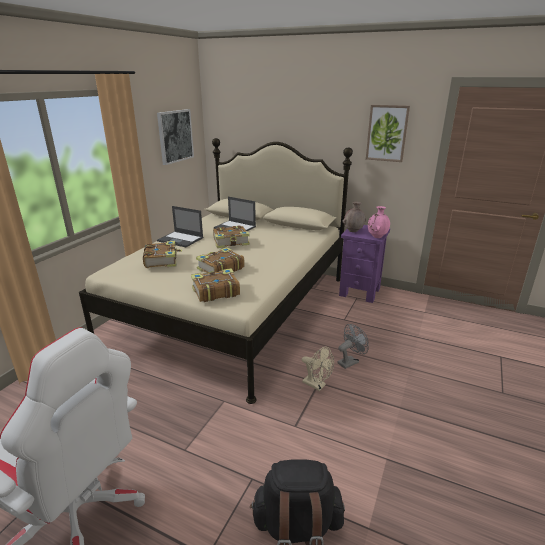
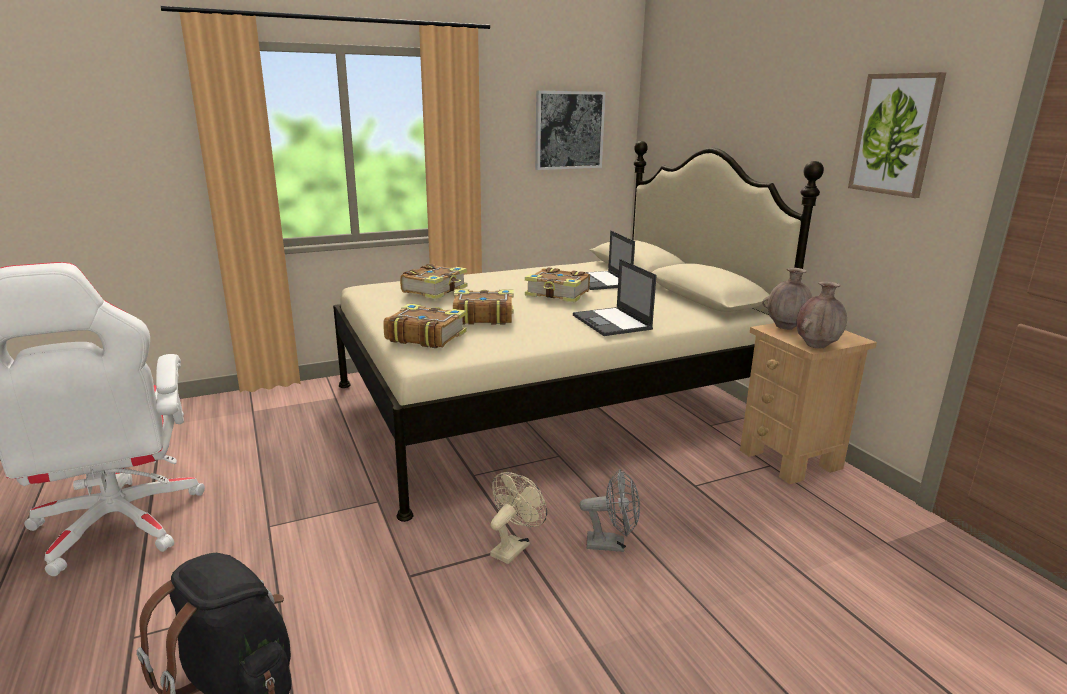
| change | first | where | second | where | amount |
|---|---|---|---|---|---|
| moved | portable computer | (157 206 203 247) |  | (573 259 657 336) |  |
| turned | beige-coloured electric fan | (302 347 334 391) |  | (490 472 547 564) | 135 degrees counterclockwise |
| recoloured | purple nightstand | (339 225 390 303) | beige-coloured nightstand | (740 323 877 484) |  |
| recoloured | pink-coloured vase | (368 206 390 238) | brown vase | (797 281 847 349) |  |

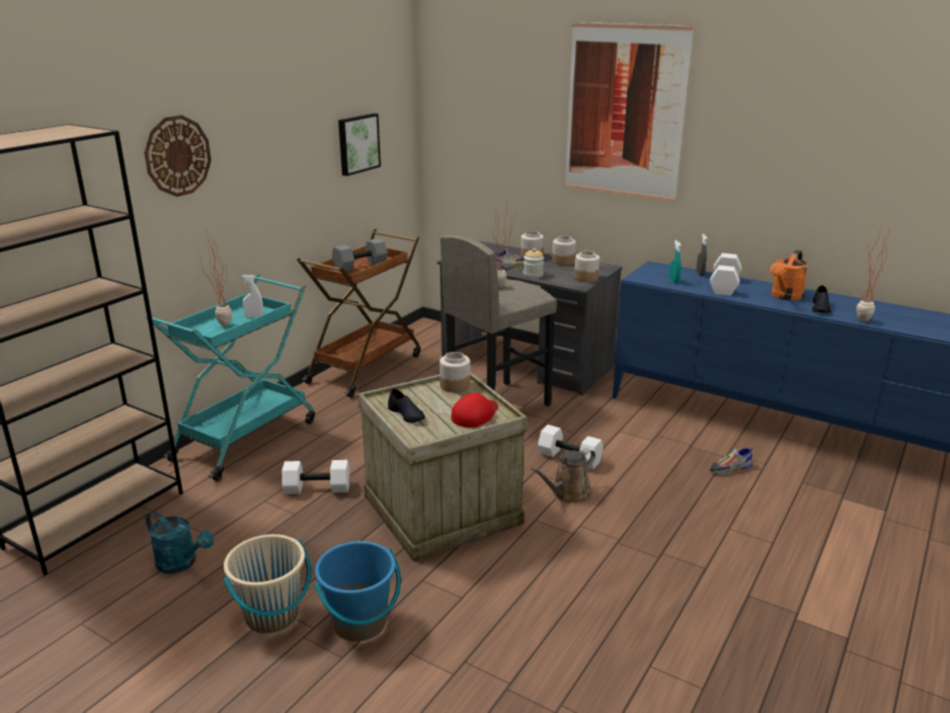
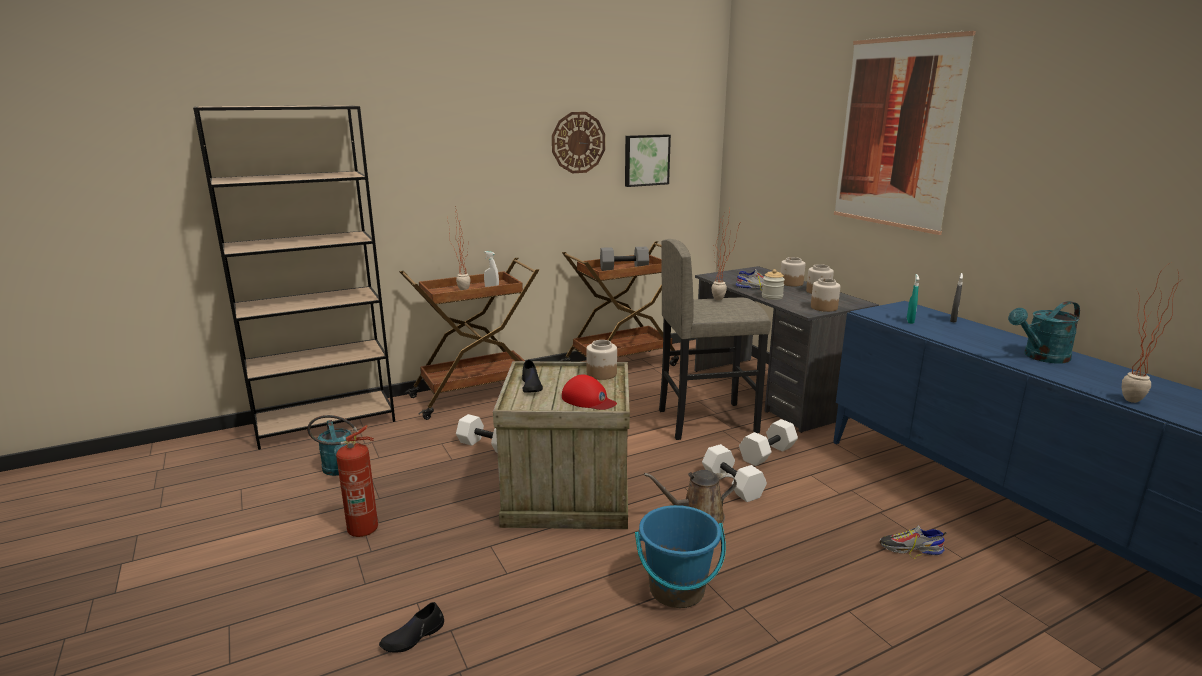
| change | first | where | second | where | amount |
|---|---|---|---|---|---|
| moved | hanging clock | (144 115 211 197) |  | (552 112 605 173) |  |
| recoloured | turquoise cart | (146 274 315 481) | brown cart | (399 258 540 420) |  |
| replaced | beige-coloured pail | (224 534 311 633) | fire-fighting cylinder | (307 415 378 537) |  |
| moved | blue-coloured pail | (314 541 401 641) |  | (635 505 726 608) |  |
| turned | red baseball cap | (451 393 498 428) |  | (562 374 617 410) | 60 degrees clockwise |
| moved | whitish dumbbell | (710 253 742 296) |  | (739 419 798 466) |  |
| recoloured | orangey watering pot | (770 250 808 300) | turquoise watering pot | (1008 301 1080 363) |  |
| moved | blackish low shoe | (812 285 831 313) |  | (379 602 444 652) |  |

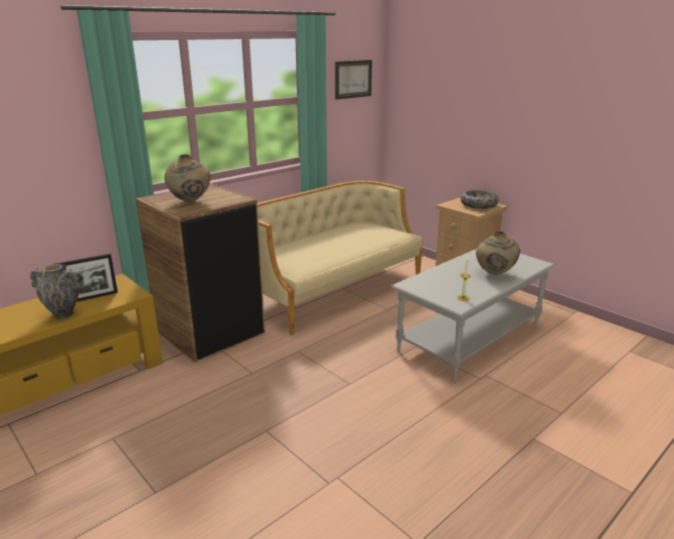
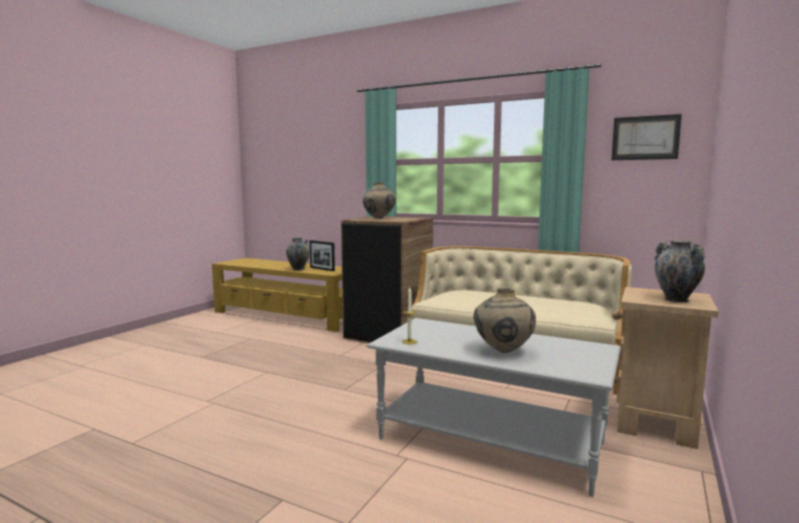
| change | first | where | second | where | amount |
|---|---|---|---|---|---|
| replaced | deep dish | (461 190 499 209) | vase | (655 240 705 302) |  |

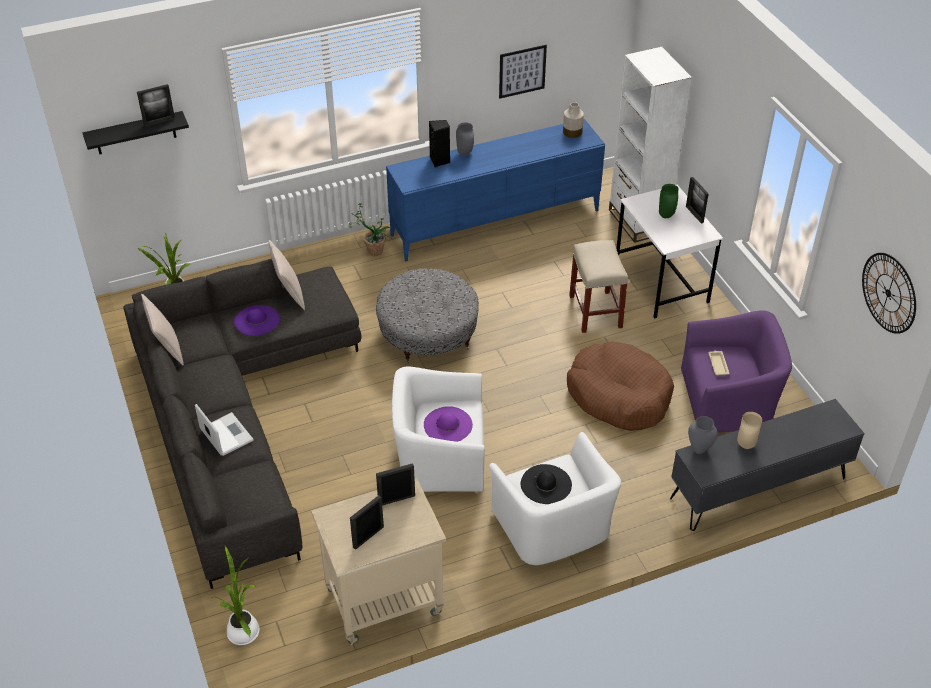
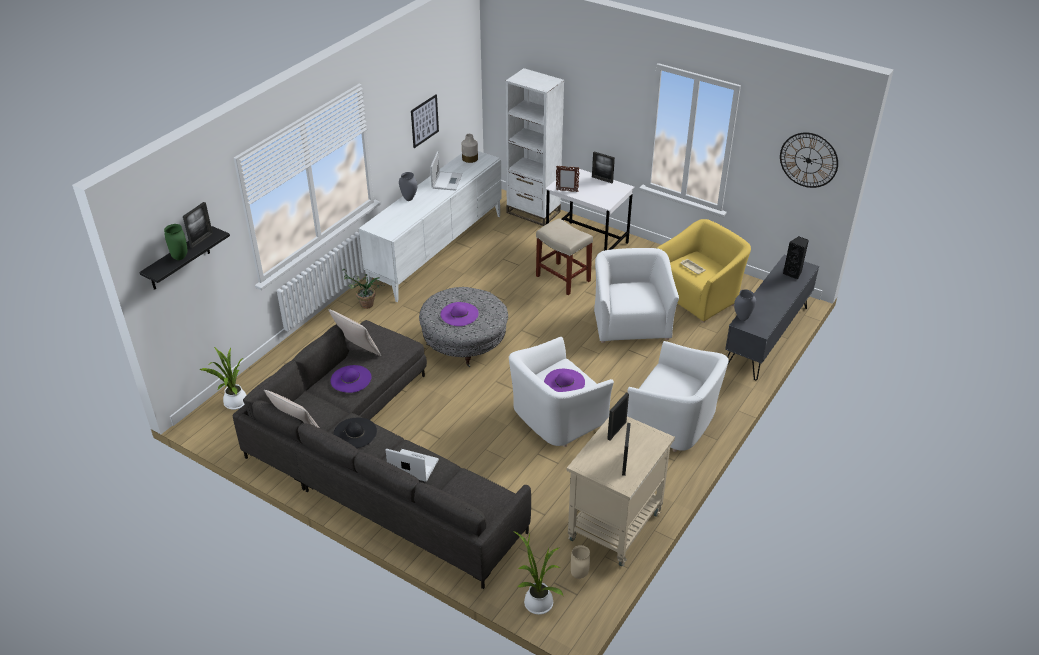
| change | first | where | second | where | amount |
|---|---|---|---|---|---|
| recoloured | blue-coloured storage cabinet | (386 119 605 262) | whitish storage cabinet | (359 151 502 302) |  |
| moved | blackish loudspeaker | (429 120 450 167) |  | (783 236 809 280) |  |
| moved | blackish wearable hat | (521 464 572 504) |  | (333 417 377 448) |  |
| replaced | brown dog cushion | (567 341 674 431) | whitish easy chair | (594 248 679 343) |  |
| moved | greenish vase | (659 184 679 218) |  | (164 224 187 260) |  |
| recoloured | purple easy chair | (681 310 792 433) | yellow easy chair | (657 219 751 323) |  |
| moved | beige-coloured vase | (737 412 762 449) |  | (571 545 590 579) |  |
| added |  |  | portable computer | (430 151 462 191) |  |
| added |  |  | purple wearable hat | (440 302 479 326) |  |
| added |  |  | photo frame | (556 165 580 192) |  |

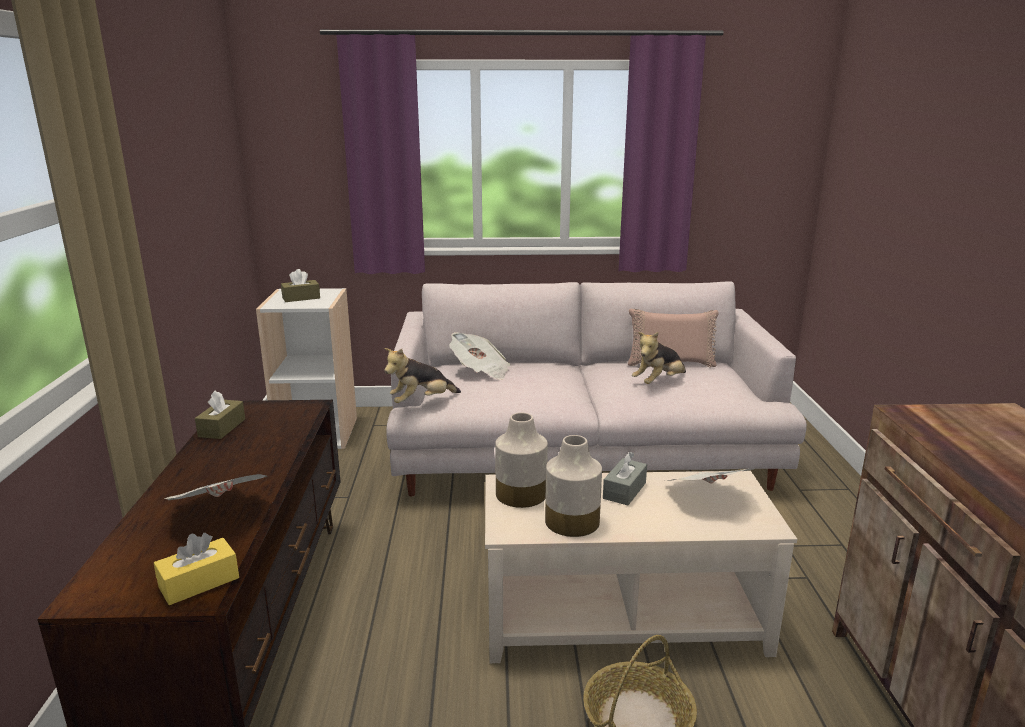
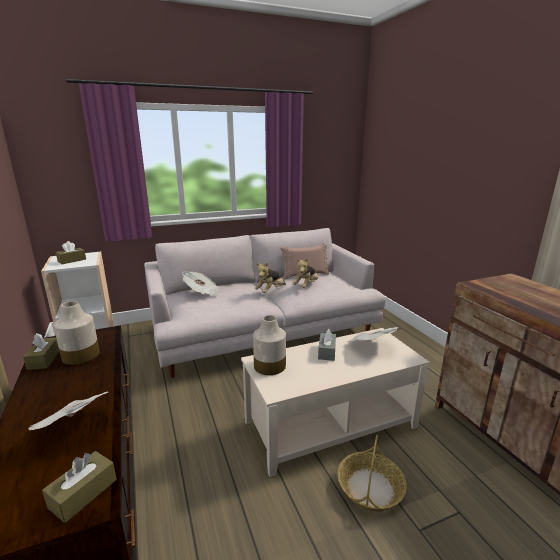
| change | first | where | second | where | amount |
|---|---|---|---|---|---|
| recoloured | yellow box of tissues | (154 533 239 605) | brown box of tissues | (42 451 117 523) |  |
| moved | plush toy | (384 348 461 403) |  | (255 262 286 293) |  |
| moved | beige-coloured vase | (545 435 602 537) |  | (53 301 100 365) |  |

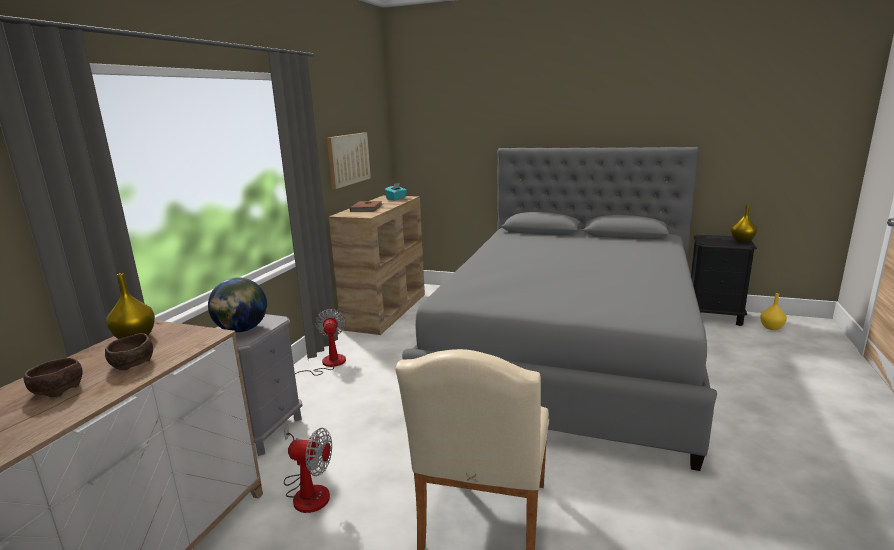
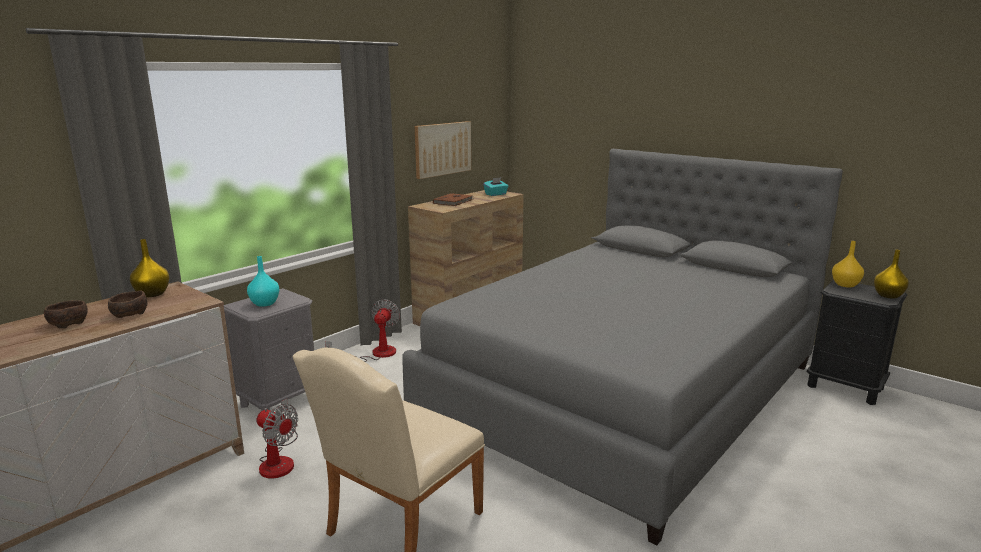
| change | first | where | second | where | amount |
|---|---|---|---|---|---|
| replaced | globe | (208 277 267 332) | turquoise vase | (247 256 279 307) |  |
| moved | yellow vase | (760 293 787 330) |  | (832 241 864 287) |  |

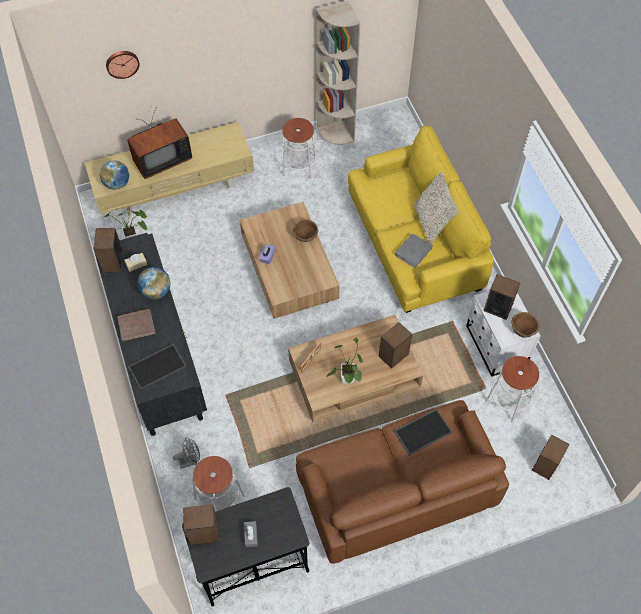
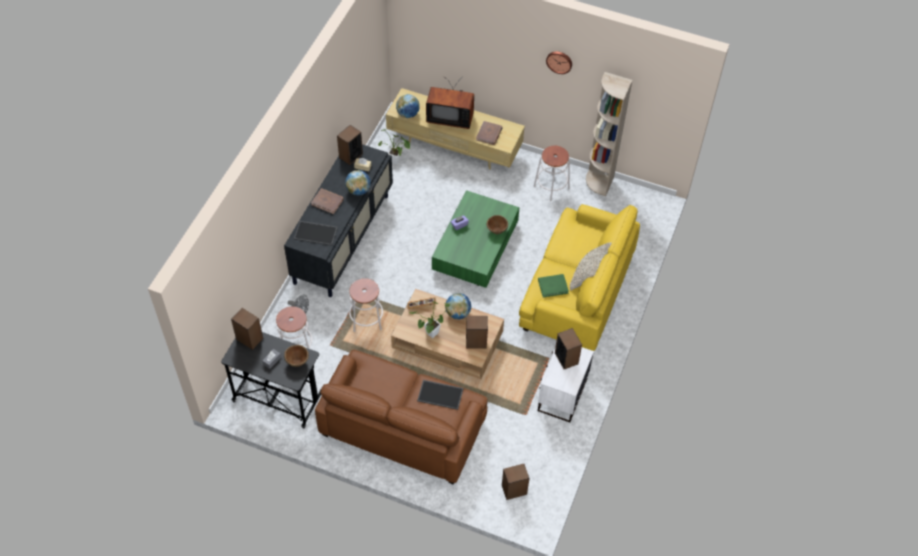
| change | first | where | second | where | amount |
|---|---|---|---|---|---|
| moved | hanging clock | (106 51 140 79) |  | (546 51 572 74) |  |
| recoloured | brown lounge table | (240 202 340 319) | greenish lounge table | (432 190 520 288) |  |
| recoloured | gray bound book | (395 234 433 268) | greenish bound book | (538 274 569 298) |  |
| moved | whitish stool seat | (485 356 539 422) |  | (349 278 383 332) |  |
| moved | brown deep dish | (511 312 540 338) |  | (284 345 309 367) |  |
| added |  |  | globe | (445 293 471 319) |  |
| added |  |  | brown bound book | (476 121 503 145) |  |

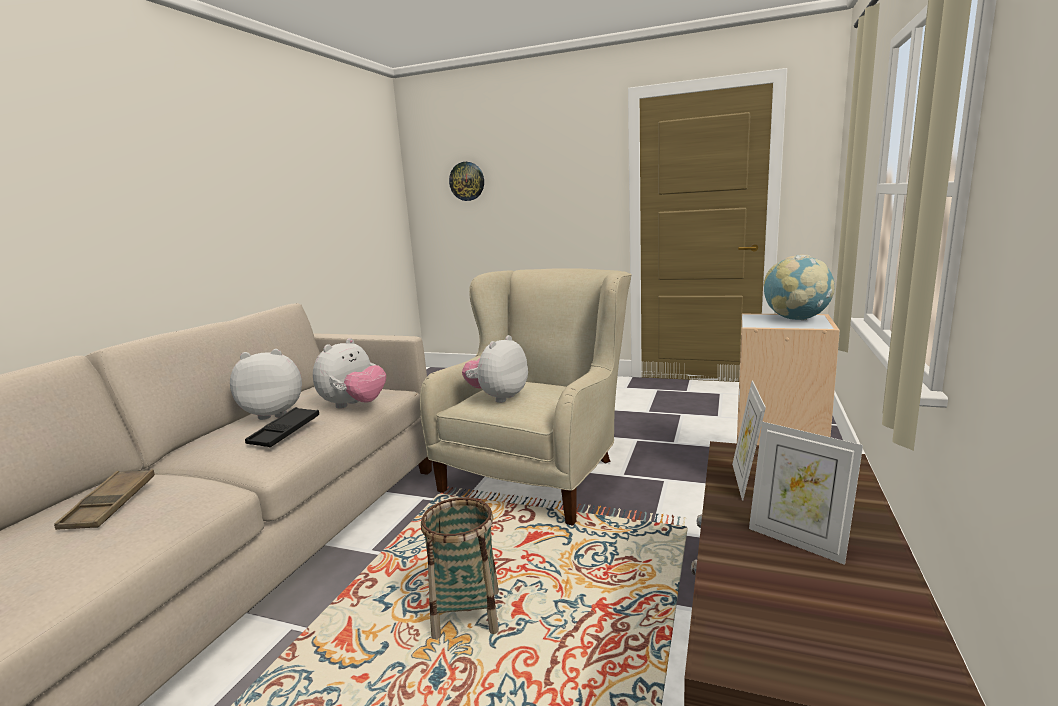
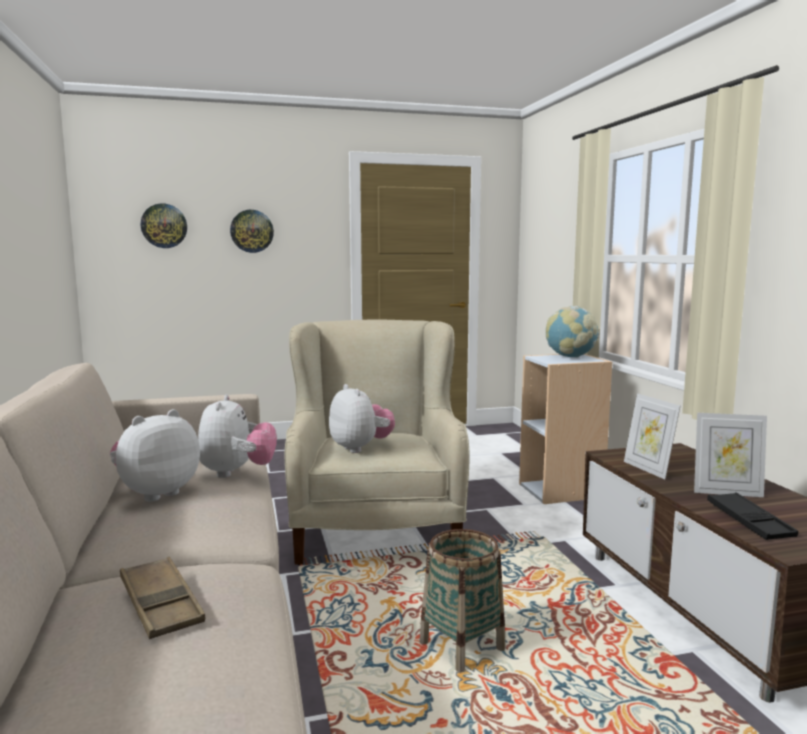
| change | first | where | second | where | amount |
|---|---|---|---|---|---|
| moved | blackish carrying tray | (245 407 319 447) |  | (707 492 798 540) |  |
| turned | plush toy | (462 335 528 403) |  | (329 384 395 453) | 150 degrees clockwise |
| added |  |  | hanging clock | (230 210 274 253) |  |

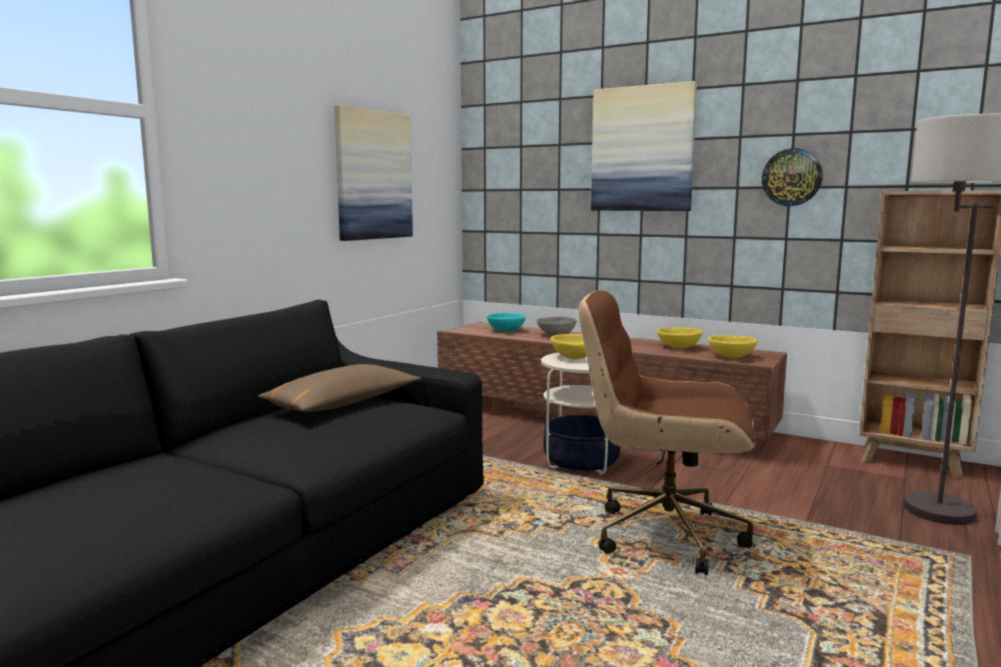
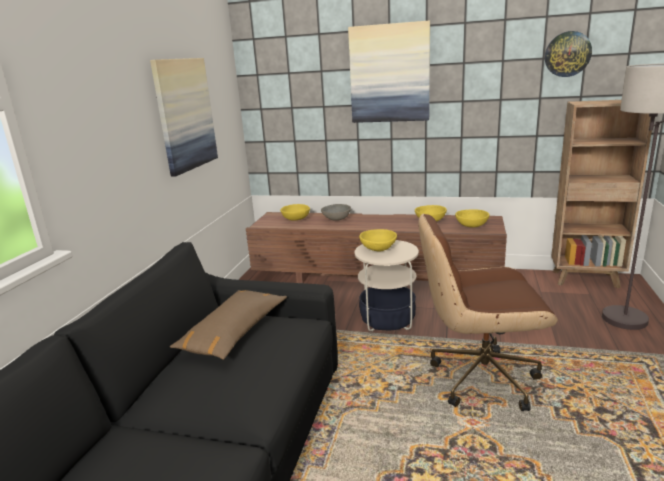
| change | first | where | second | where | amount |
|---|---|---|---|---|---|
| recoloured | turquoise deep dish | (487 313 526 331) | yellow deep dish | (280 204 310 221) |  |
| moved | hanging clock | (762 148 823 206) |  | (545 31 592 77) |  |

